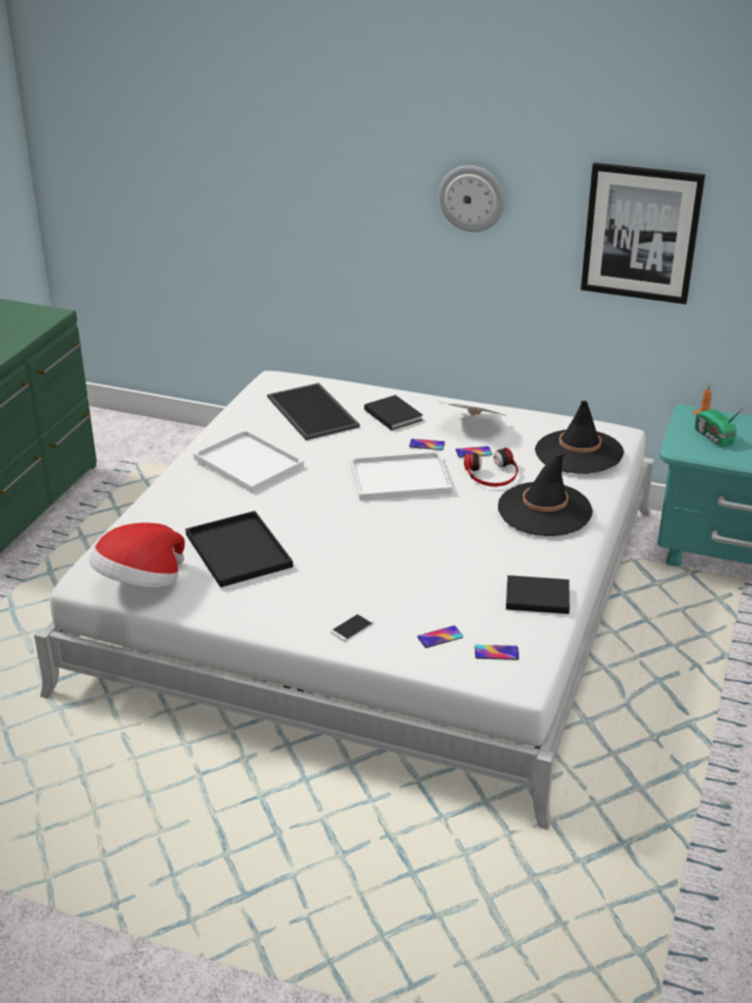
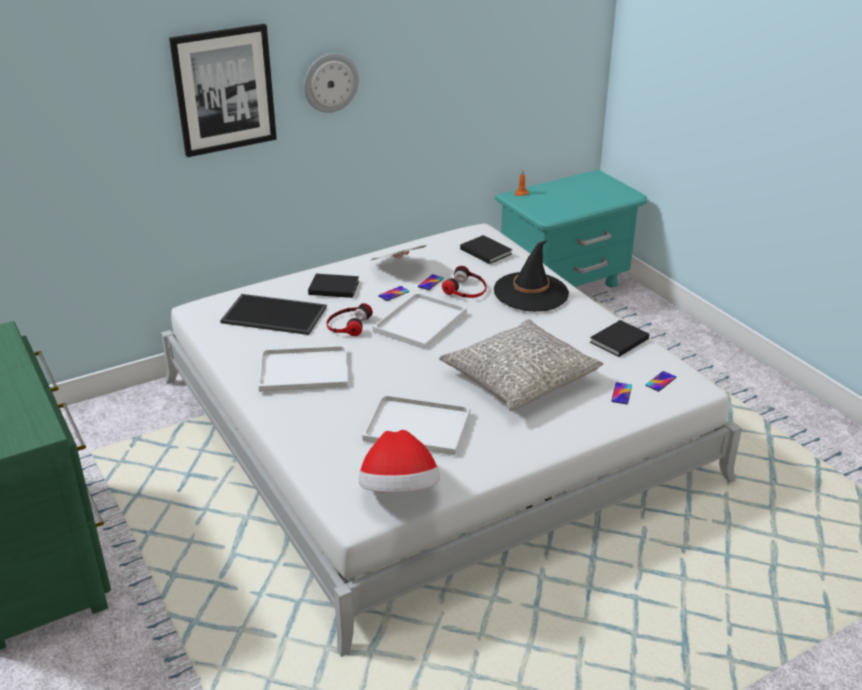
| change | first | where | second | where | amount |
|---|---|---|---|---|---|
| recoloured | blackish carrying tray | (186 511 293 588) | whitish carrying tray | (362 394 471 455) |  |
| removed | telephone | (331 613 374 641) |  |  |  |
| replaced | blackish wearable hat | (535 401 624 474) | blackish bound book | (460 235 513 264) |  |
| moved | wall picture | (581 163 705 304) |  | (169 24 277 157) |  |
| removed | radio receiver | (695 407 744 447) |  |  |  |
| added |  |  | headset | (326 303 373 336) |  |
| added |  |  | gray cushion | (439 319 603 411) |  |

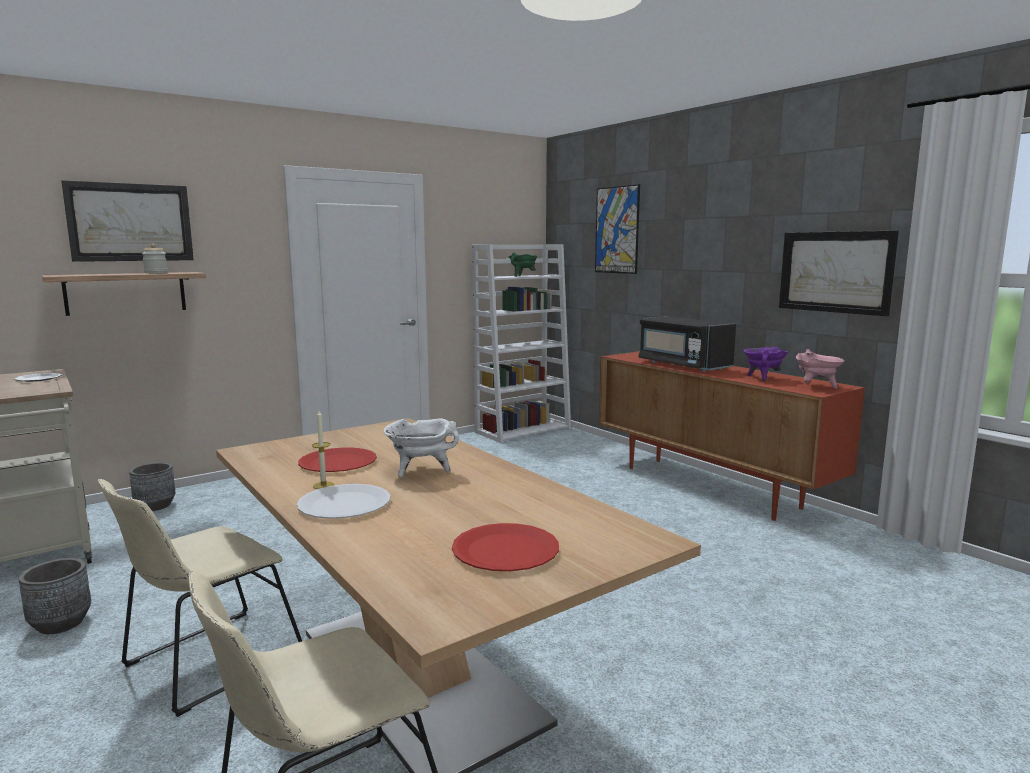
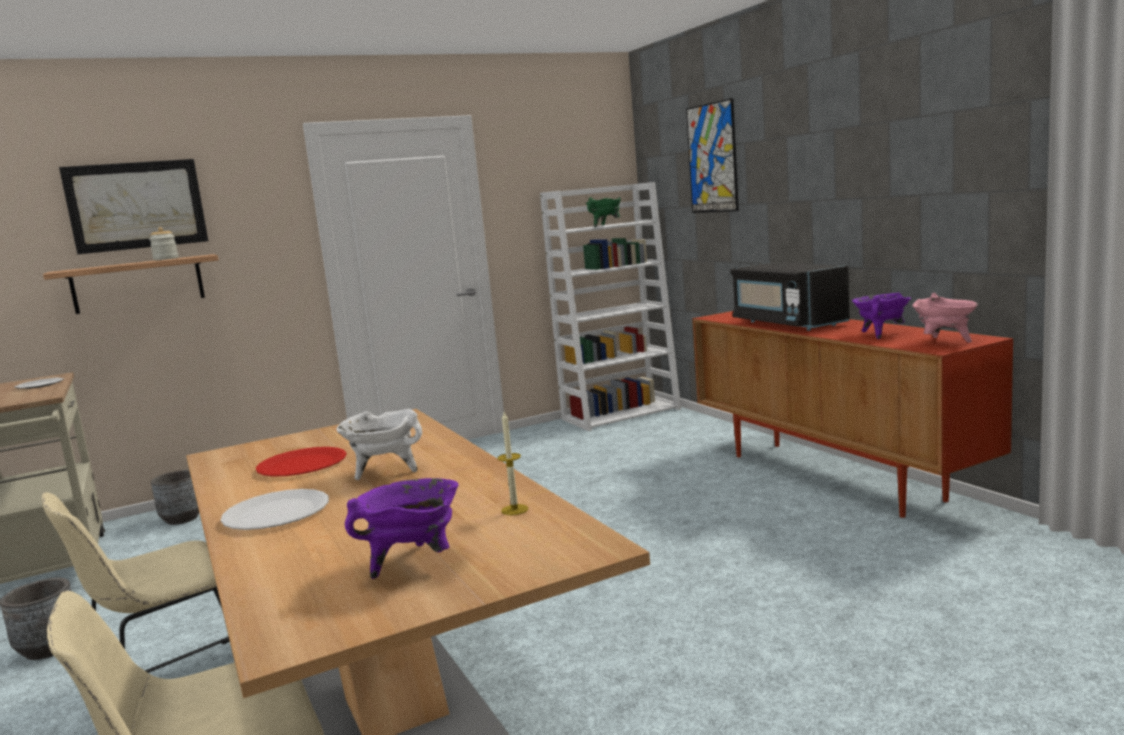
| change | first | where | second | where | amount |
|---|---|---|---|---|---|
| moved | candle | (312 411 335 489) |  | (497 412 528 515) |  |
| replaced | red flat dish | (452 523 559 571) | purple saucepot | (345 478 459 579) |  |
| removed | wall picture | (779 231 899 316) |  |  |  |

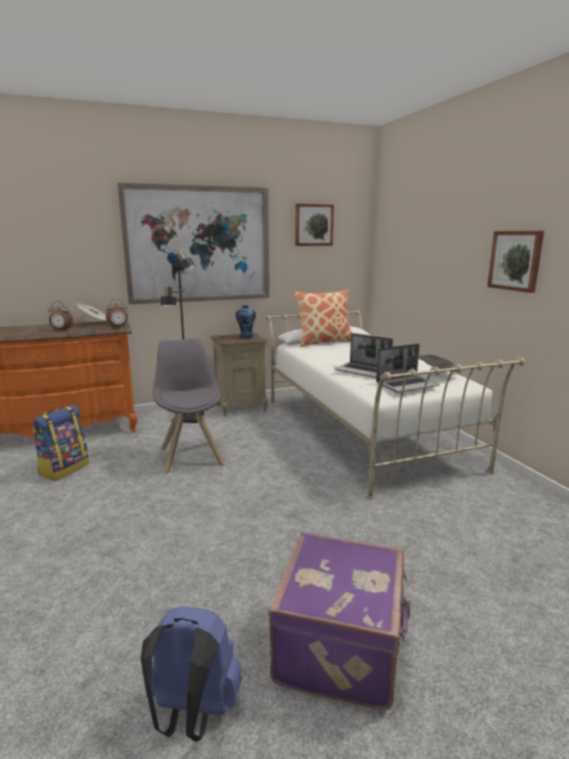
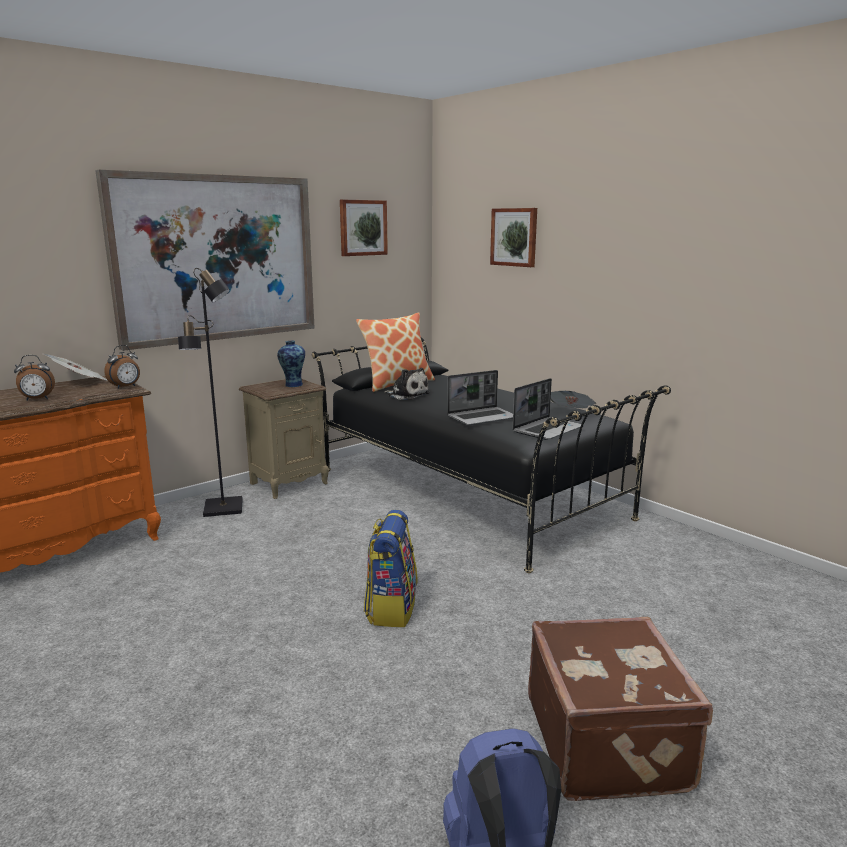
| change | first | where | second | where | amount |
|---|---|---|---|---|---|
| moved | backpack | (32 405 89 481) |  | (364 510 417 627) |  |
| removed | gray chair | (153 338 225 474) |  |  |  |
| recoloured | whitish sleeping bed | (267 310 525 499) | blackish sleeping bed | (312 337 671 573) |  |
| recoloured | purple piece of luggage | (269 532 410 710) | brown piece of luggage | (528 617 713 801) |  |
| turned | portable computer | (334 333 393 378) |  | (447 370 513 426) | 45 degrees counterclockwise |
| moved | wall picture | (487 231 544 293) |  | (490 208 537 267) |  |
| added |  |  | plush toy | (384 368 430 400) |  |

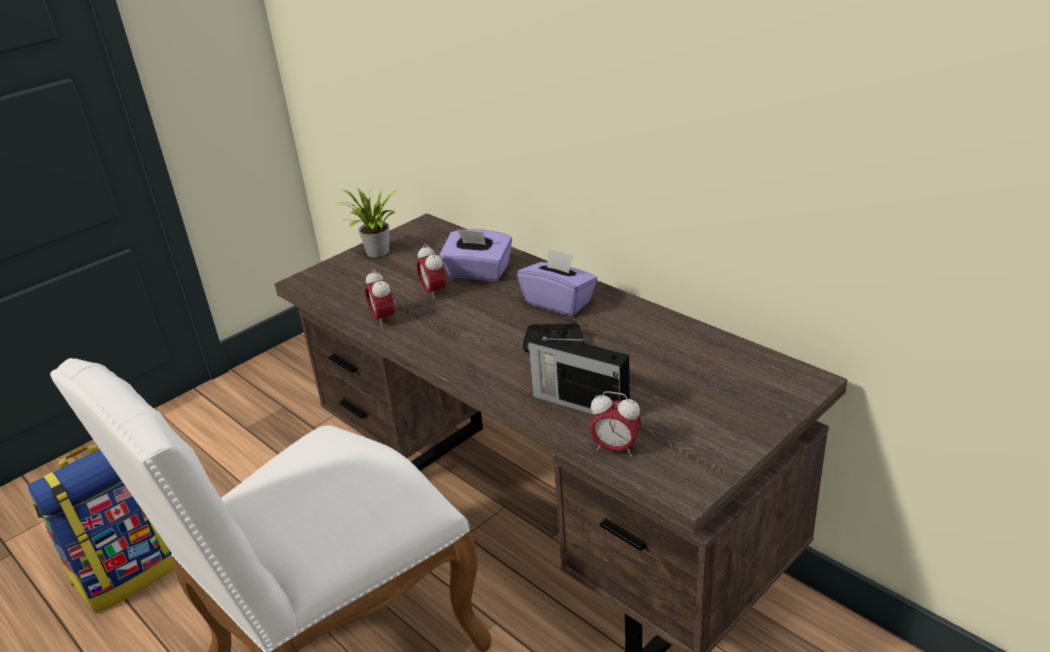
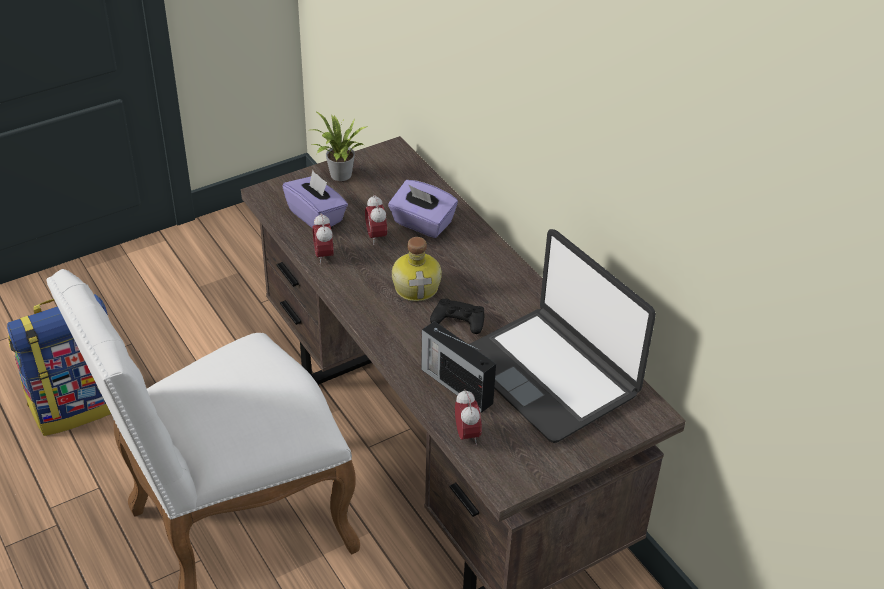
| change | first | where | second | where | amount |
|---|---|---|---|---|---|
| moved | purple box of tissues | (517 248 597 316) |  | (282 170 348 228) |  |
| turned | alarm clock | (590 391 641 457) |  | (455 389 482 445) | 135 degrees counterclockwise |
| added |  |  | bottle | (392 237 442 301) |  |
| added |  |  | portable computer | (469 229 656 443) |  |

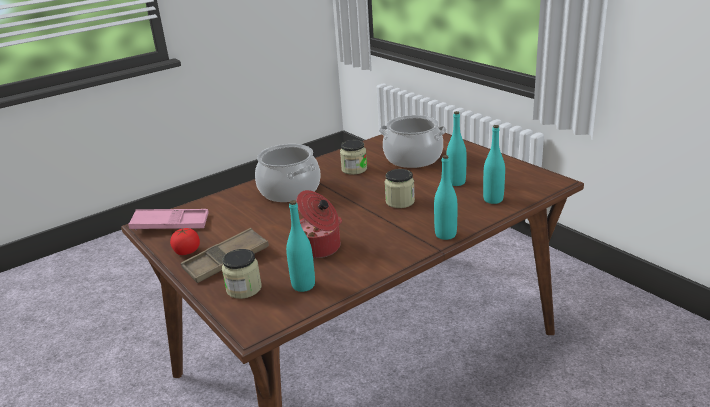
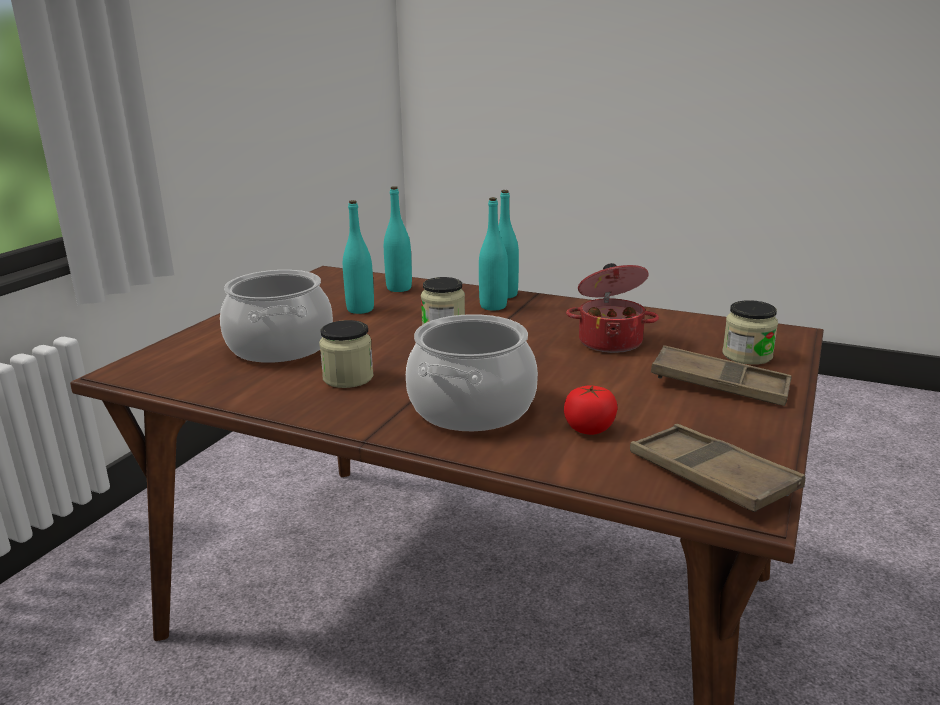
| change | first | where | second | where | amount |
|---|---|---|---|---|---|
| recoloured | pink-coloured carrying tray | (128 209 209 230) | brown carrying tray | (630 424 805 512) |  |
| moved | whole tomato | (170 228 200 255) |  | (564 385 618 435) |  |
| moved | turquoise bottle | (286 200 315 292) |  | (479 197 508 311) |  |

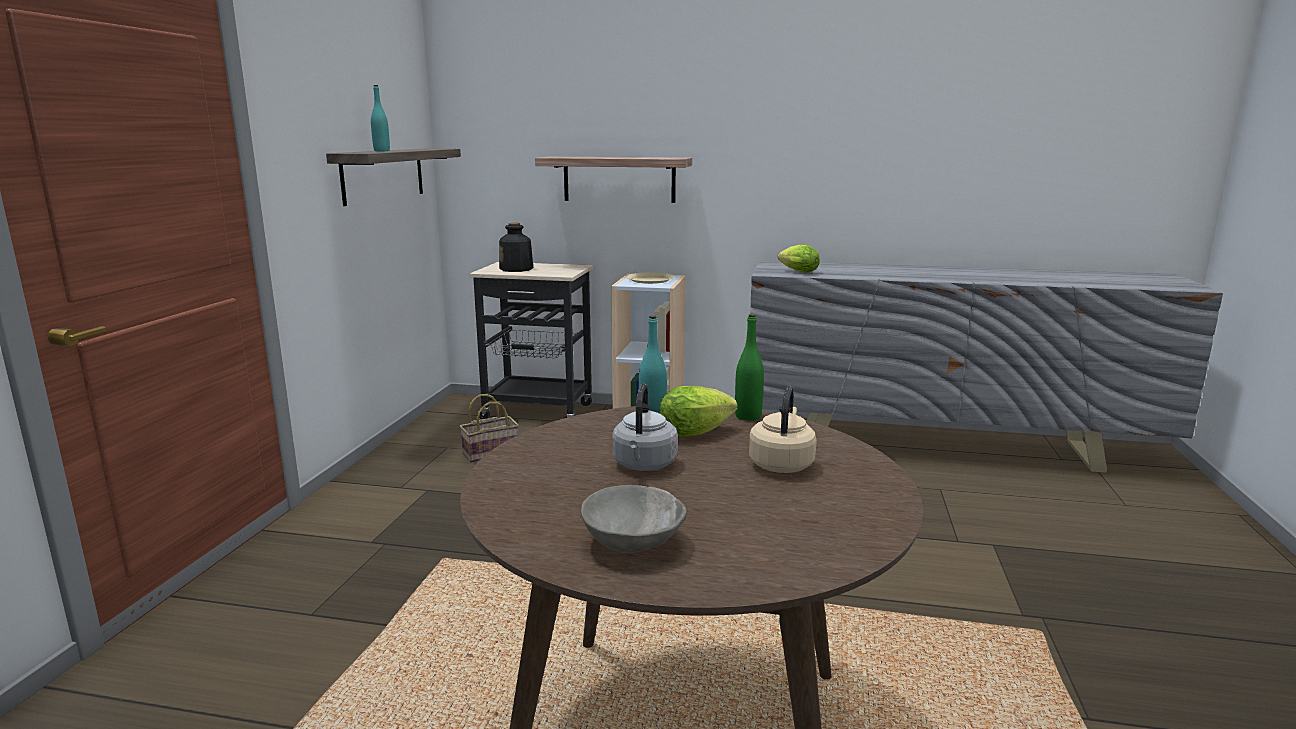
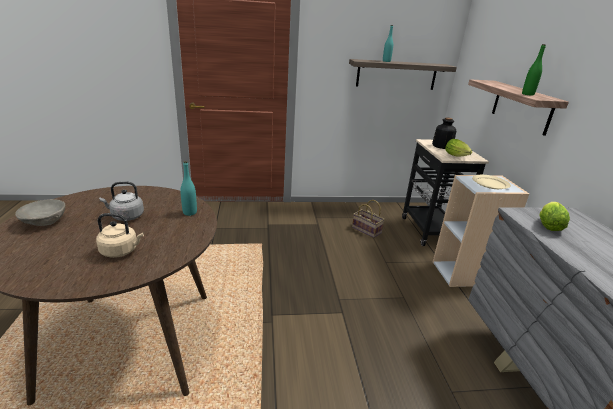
| change | first | where | second | where | amount |
|---|---|---|---|---|---|
| moved | lettuce head | (659 386 737 436) |  | (445 139 472 156) |  |
| moved | greenish bottle | (735 314 764 421) |  | (522 44 546 96) |  |

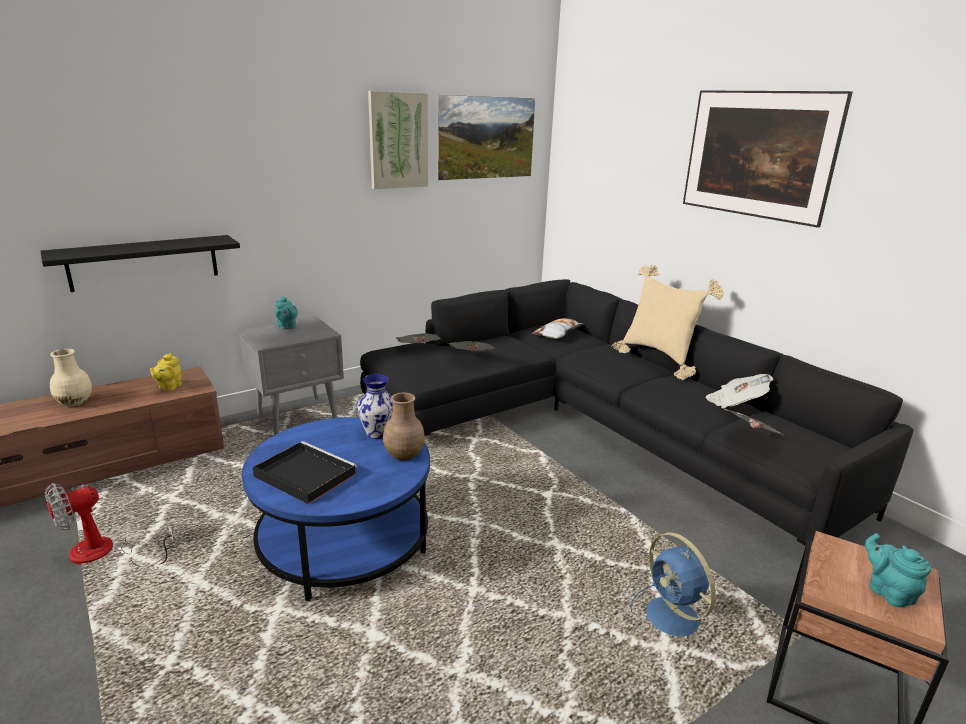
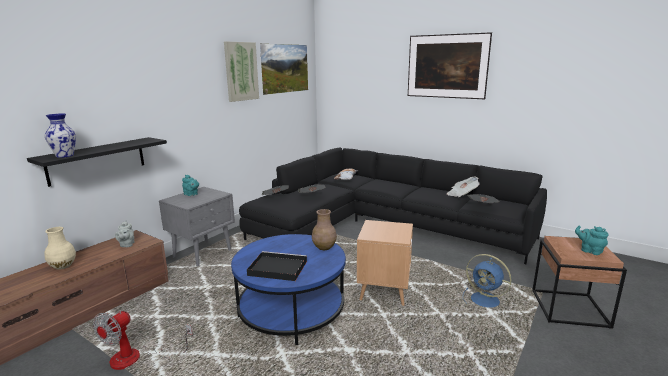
| change | first | where | second | where | amount |
|---|---|---|---|---|---|
| recoloured | yellow tea pot | (150 353 182 391) | gray tea pot | (115 221 135 247) |  |
| moved | vase | (357 374 393 439) |  | (45 114 76 158) |  |
| removed | beige-coloured cushion | (612 265 724 381) |  |  |  |
| added |  |  | brown end table | (357 220 413 306) |  |

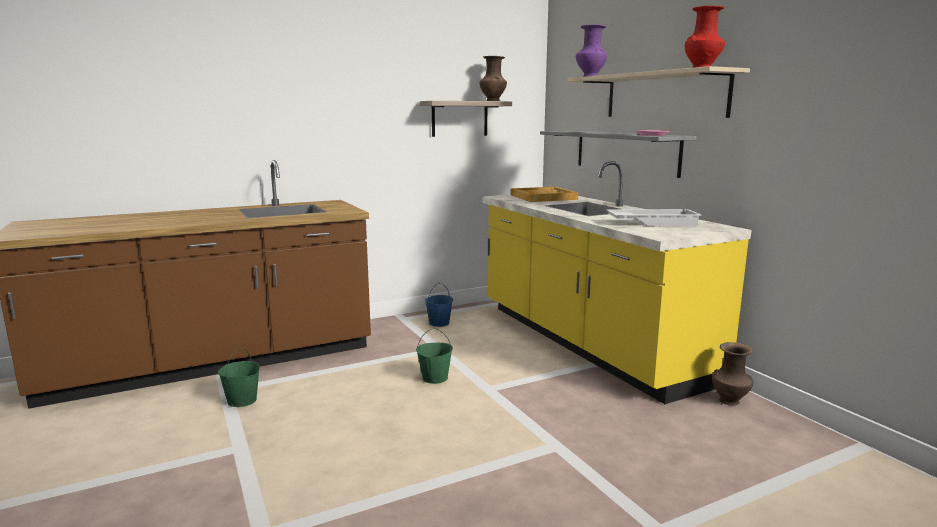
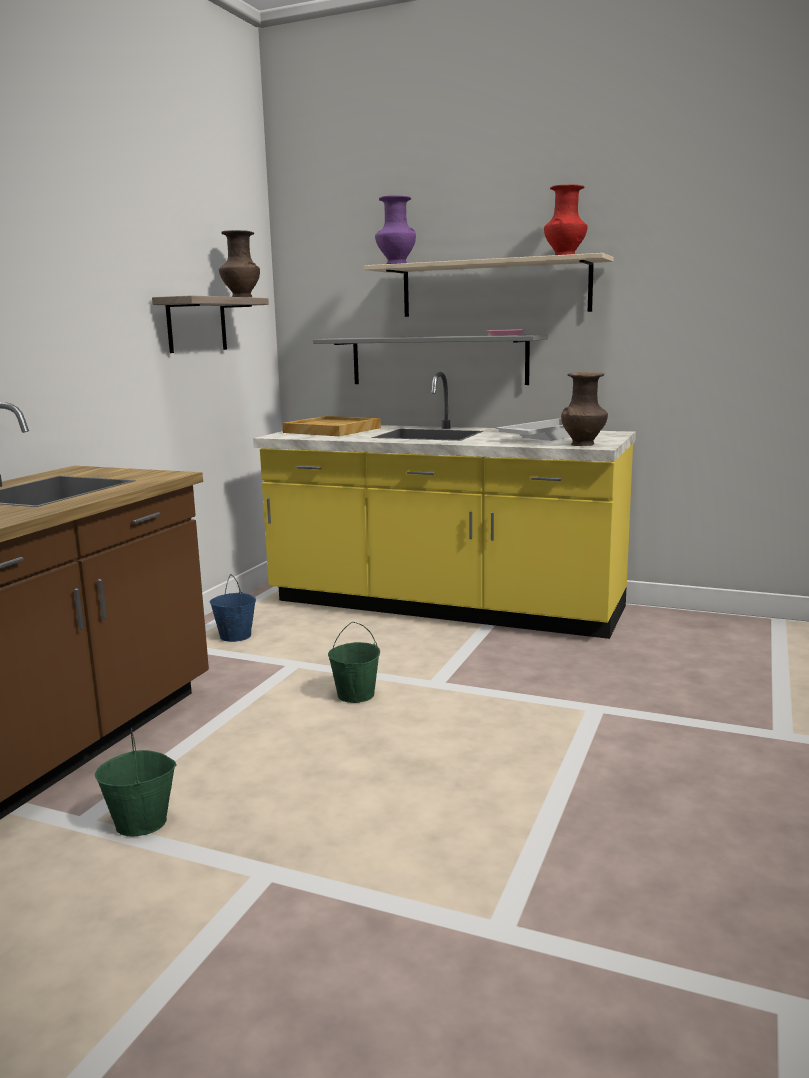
| change | first | where | second | where | amount |
|---|---|---|---|---|---|
| moved | brown vase | (712 342 754 406) |  | (561 372 608 446) |  |

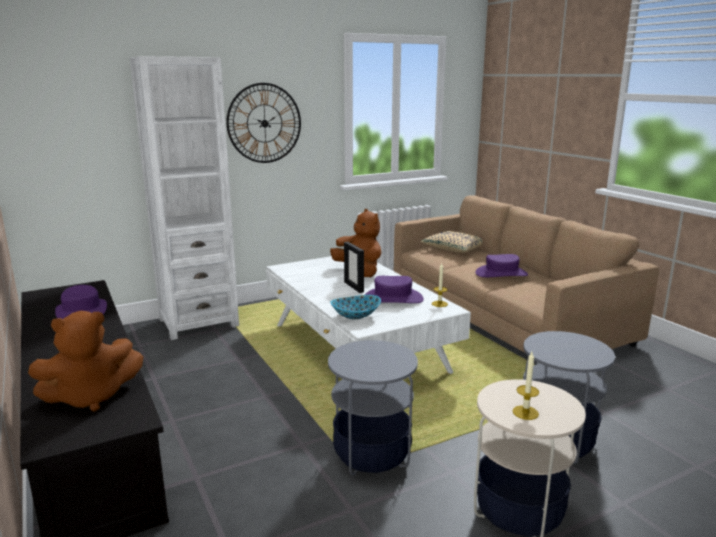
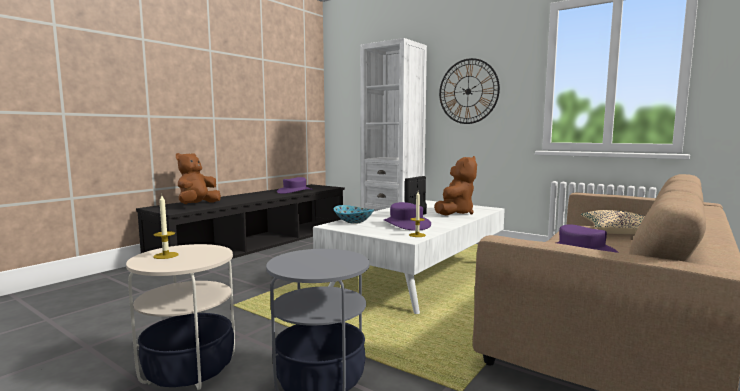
| change | first | where | second | where | amount |
|---|---|---|---|---|---|
| turned | brown plush toy | (28 311 143 412) |  | (176 153 221 204) | 75 degrees clockwise |
| removed | gray end table | (328 340 418 475) |  |  |  |

